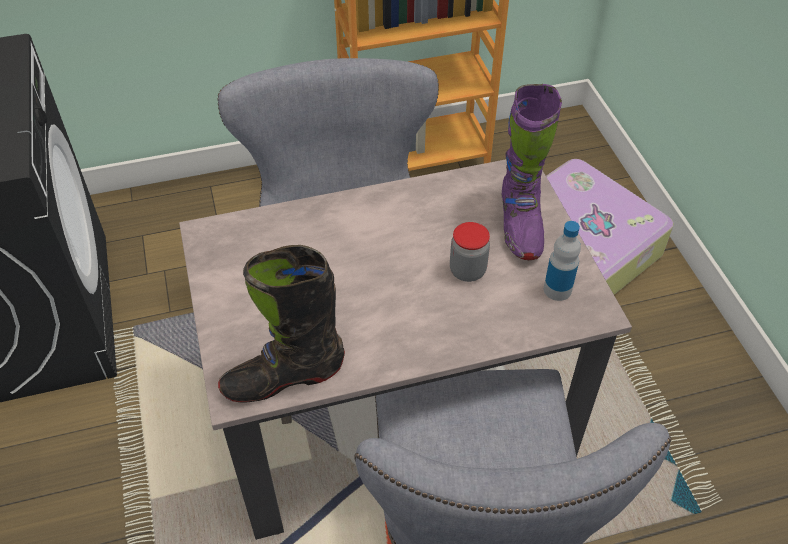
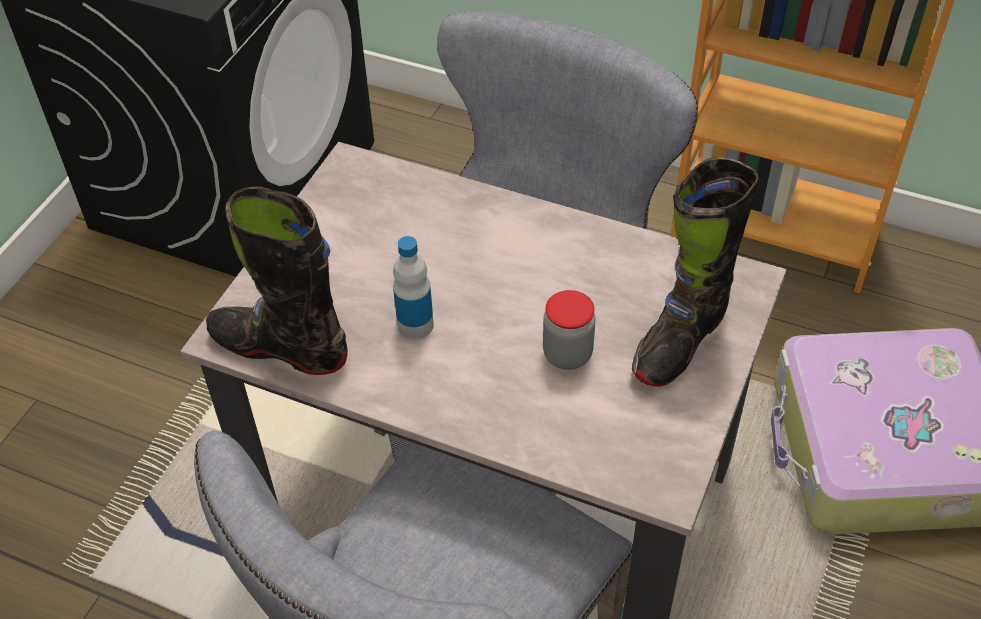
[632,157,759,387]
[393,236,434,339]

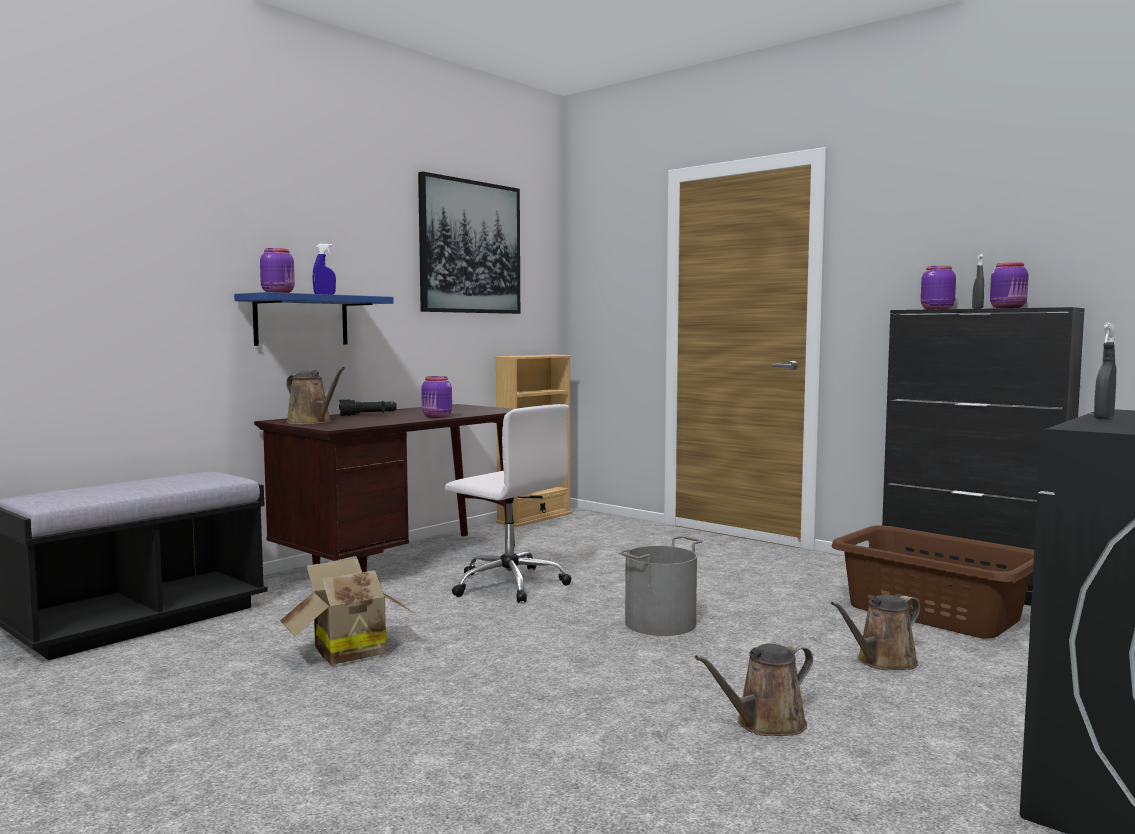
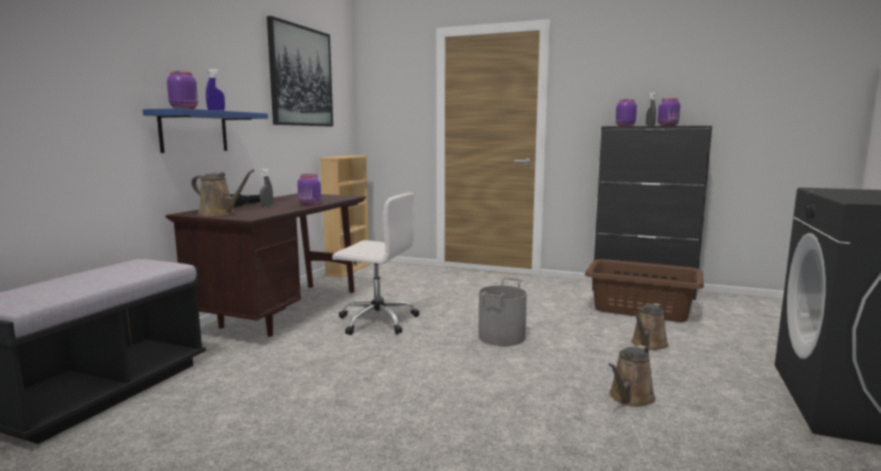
[280,558,415,665] (first image)
[260,168,273,207]

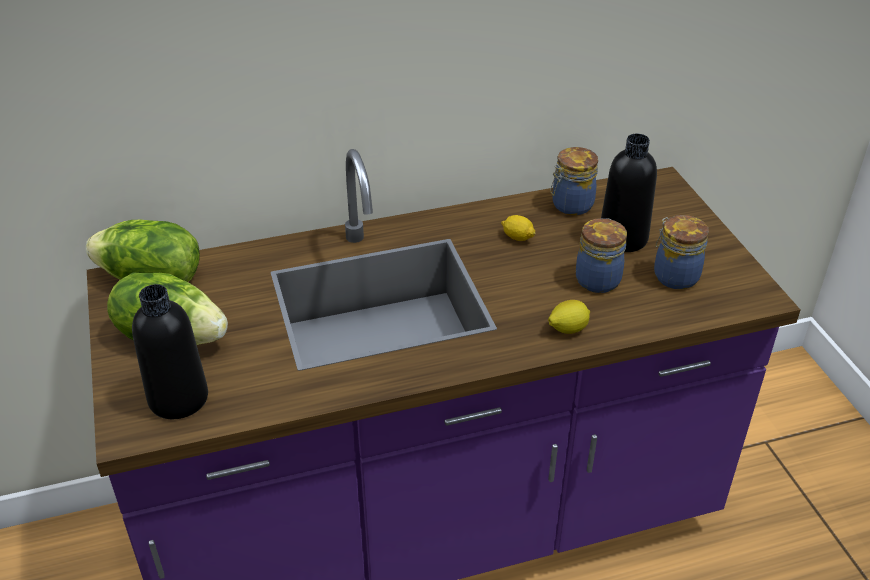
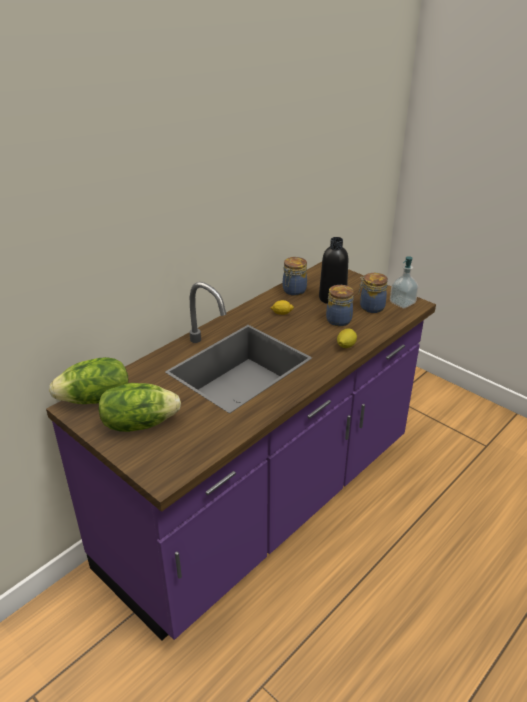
[132,284,208,419] (first image)
[390,256,419,308]

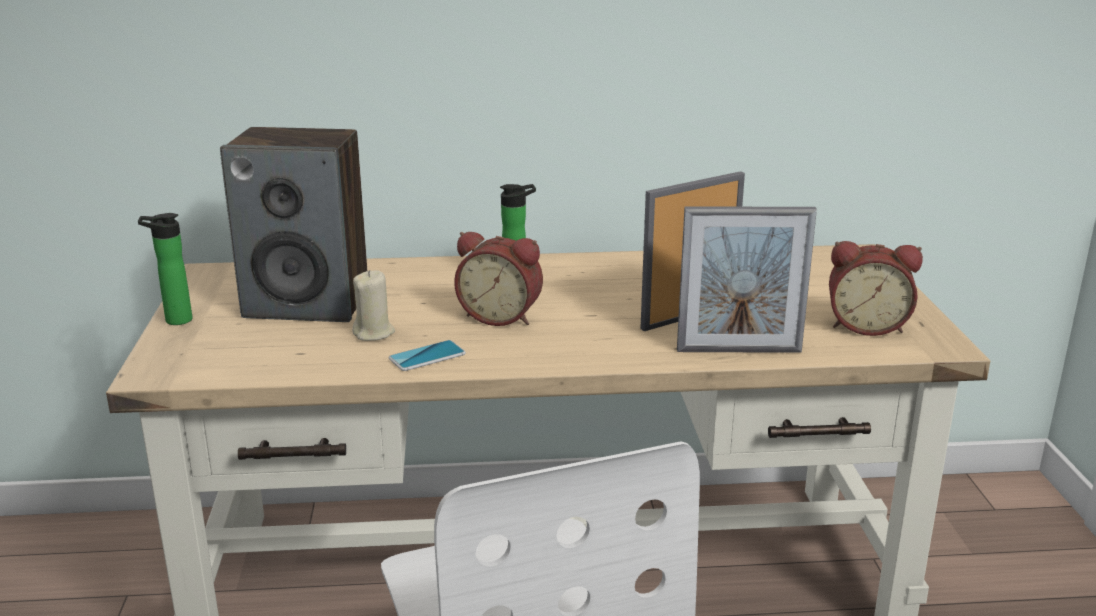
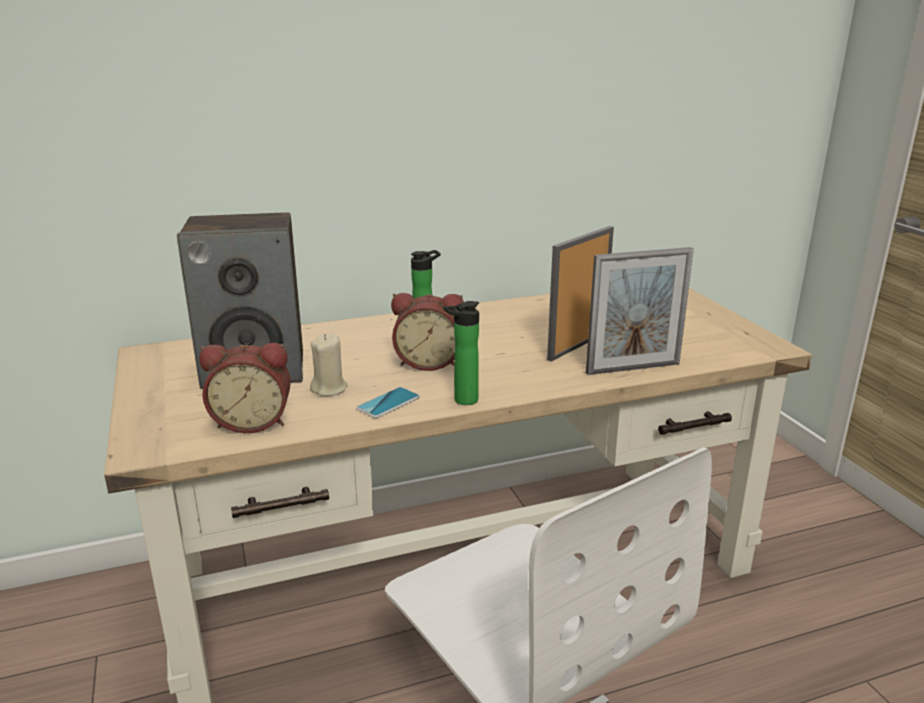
[444,301,479,405]
[199,343,291,433]

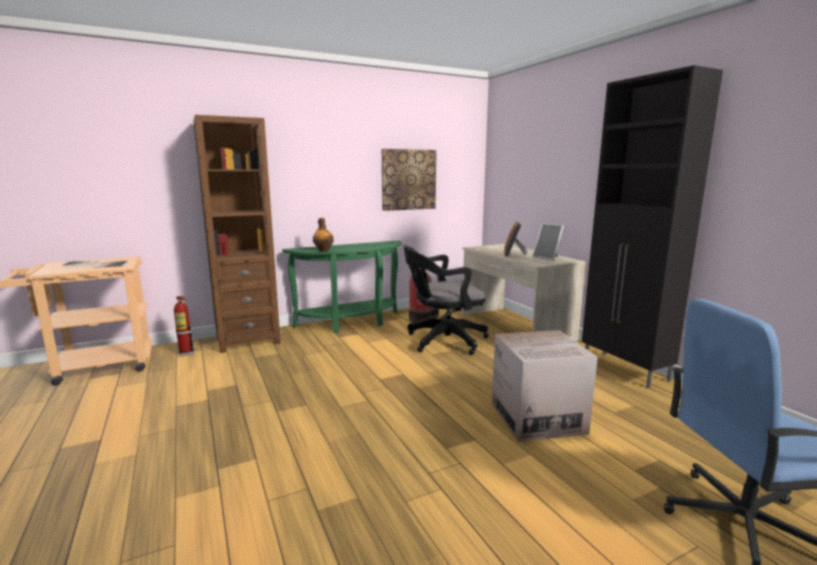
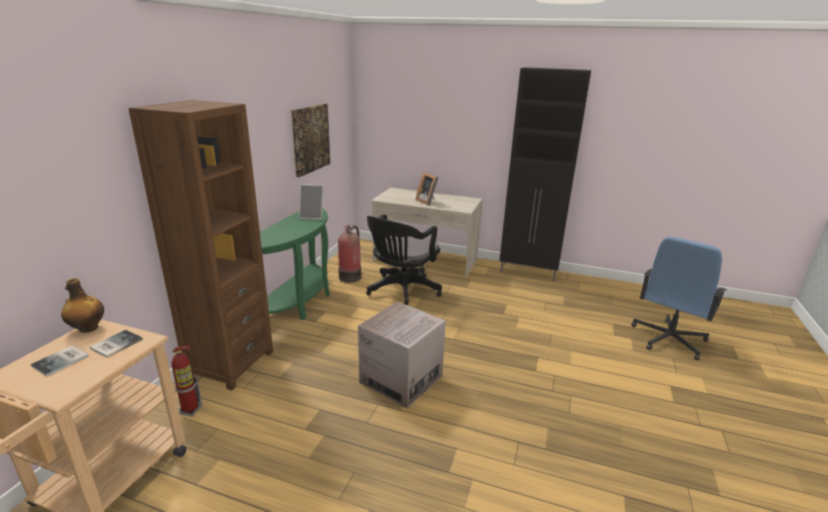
[61,278,104,333]
[358,302,446,408]
[299,184,324,220]

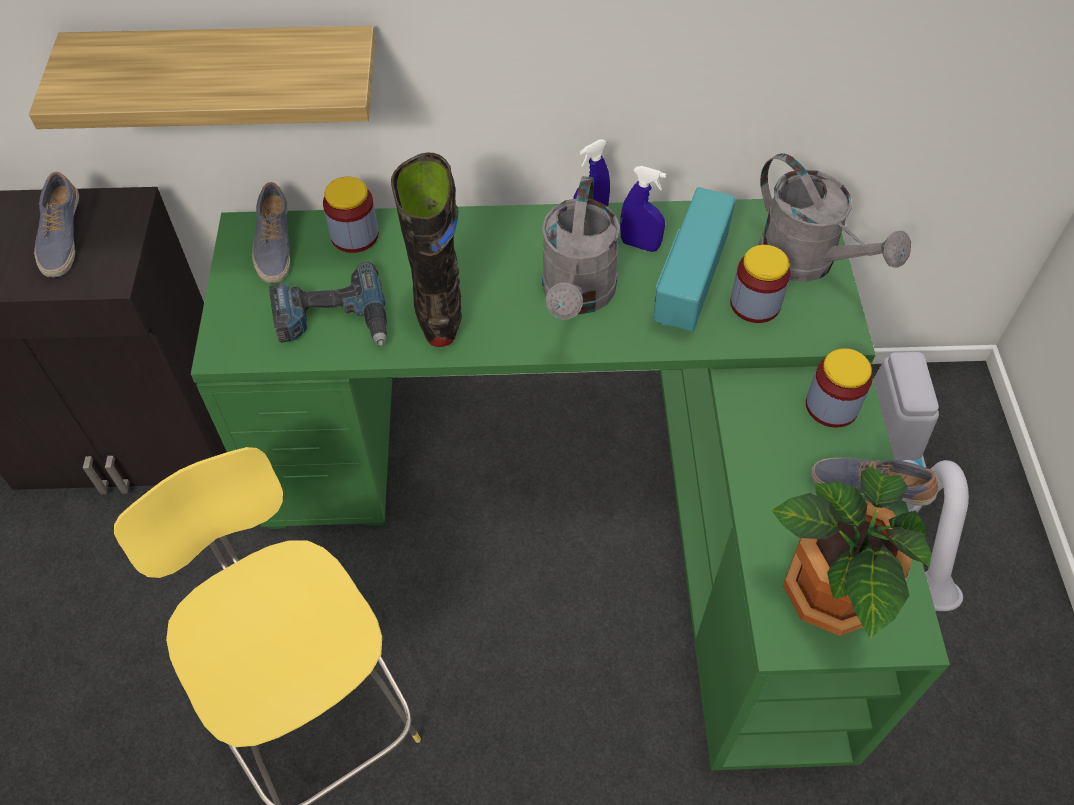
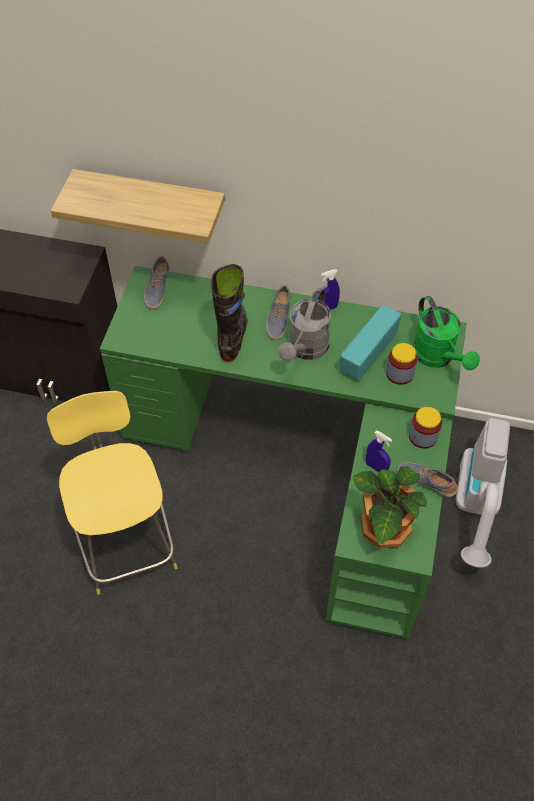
[266,285,291,341]
[269,262,387,346] (first image)
[323,177,379,253] (first image)
[366,431,392,472]
[413,296,480,371]

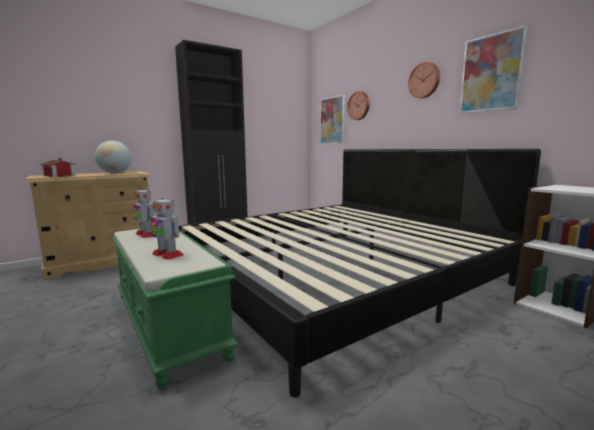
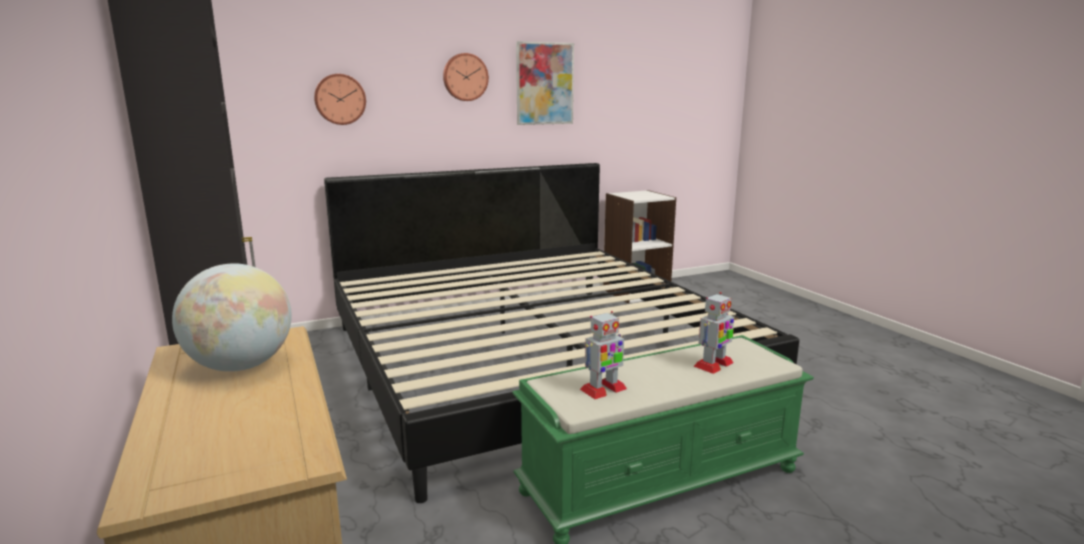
[40,158,76,177] (first image)
[320,95,345,144] (first image)

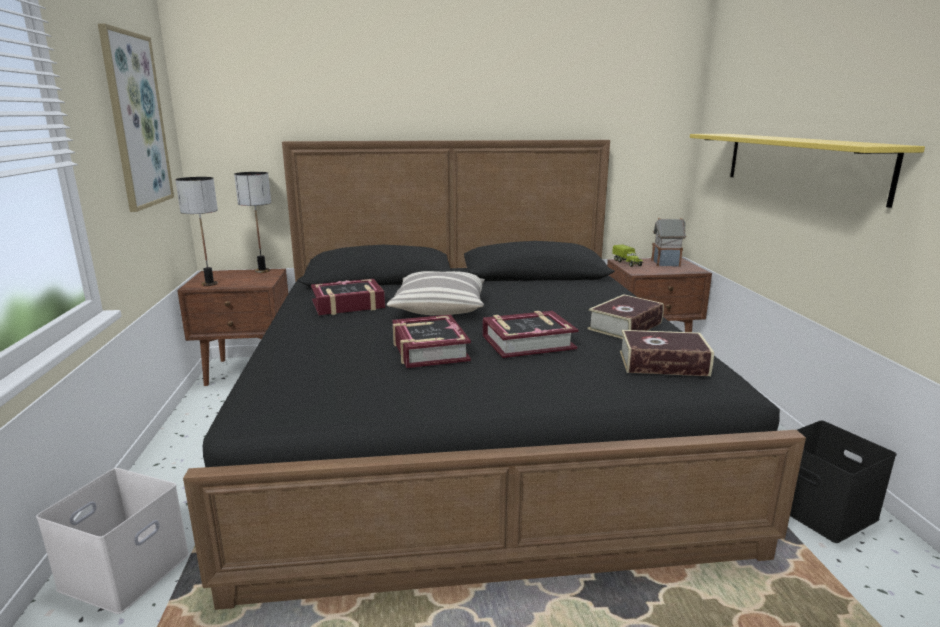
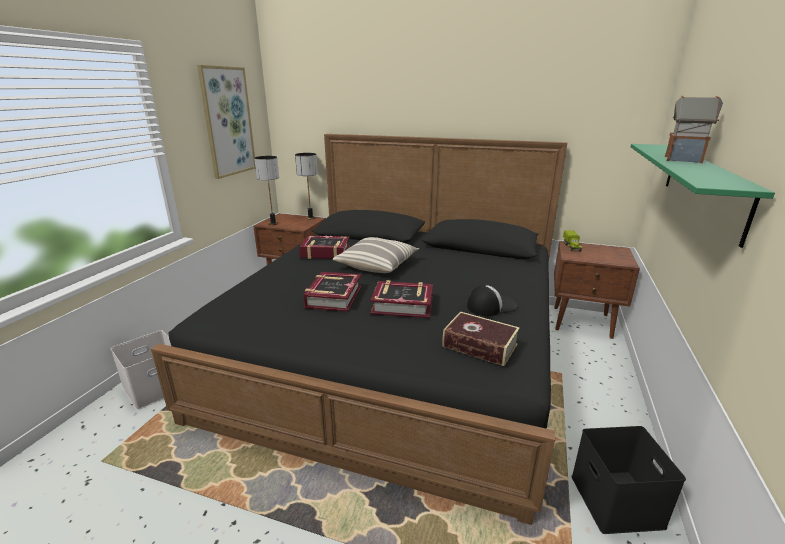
[467,285,517,316]
[665,96,723,163]
[631,144,775,248]

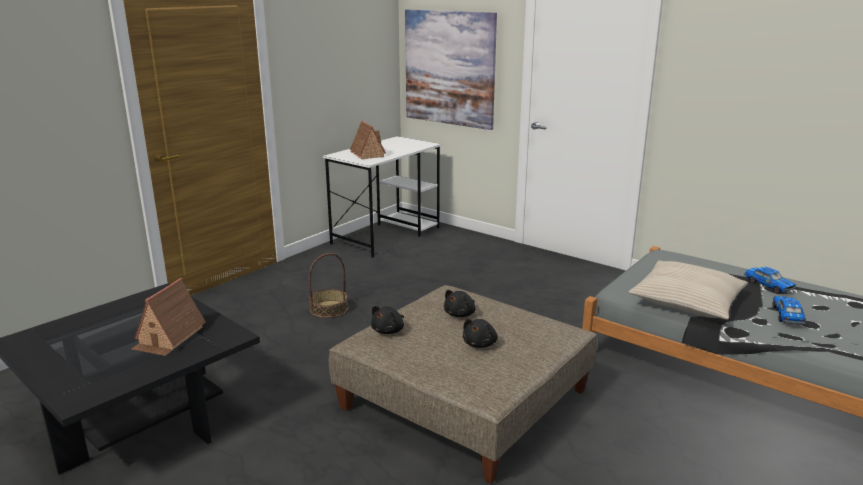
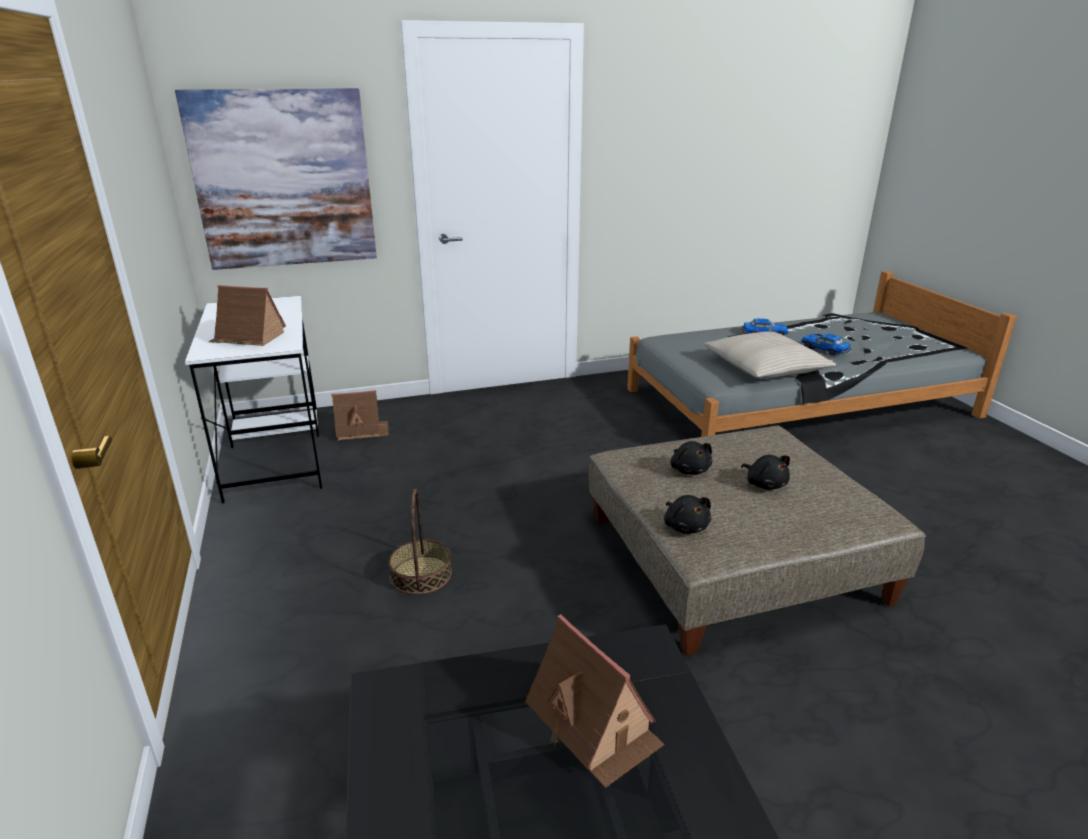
[331,390,389,441]

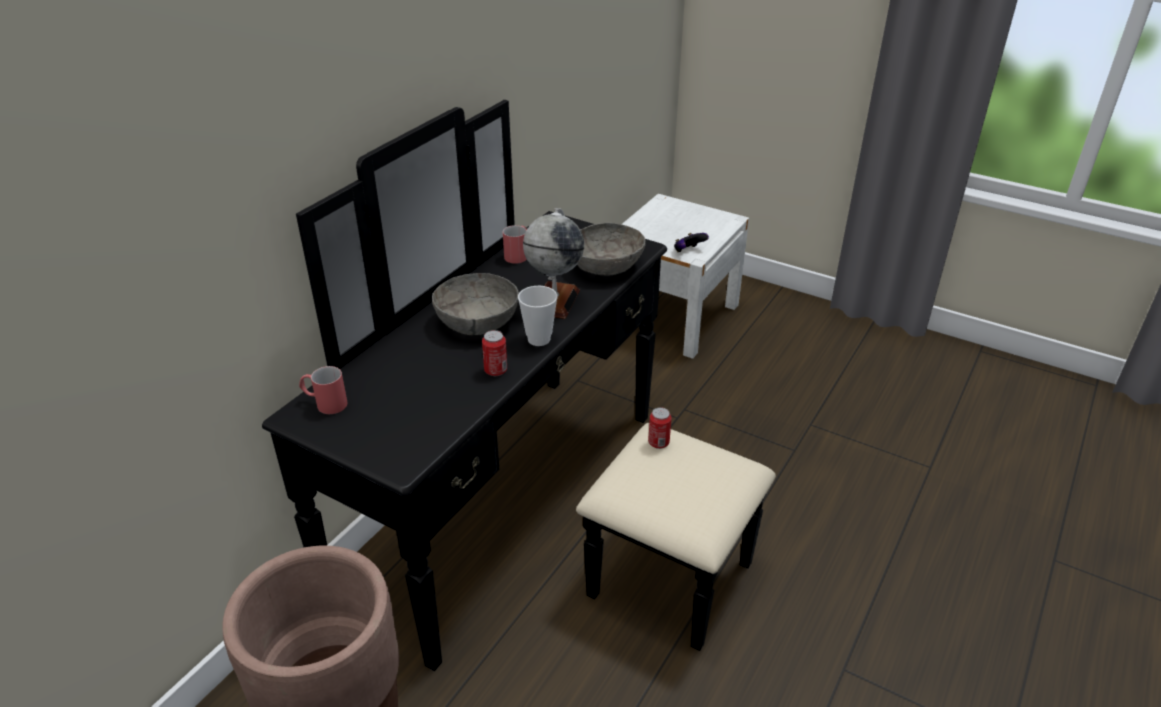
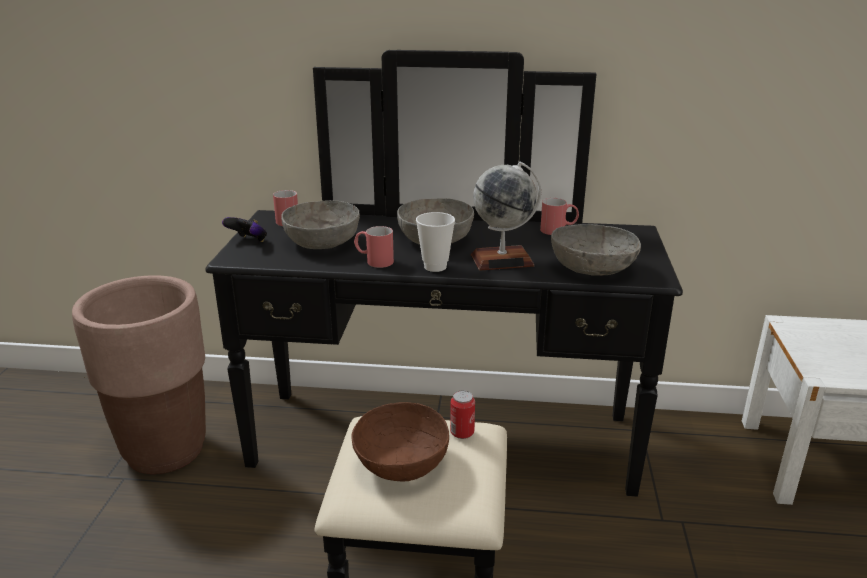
[354,226,394,268]
[222,217,267,242]
[281,200,360,249]
[352,402,449,481]

